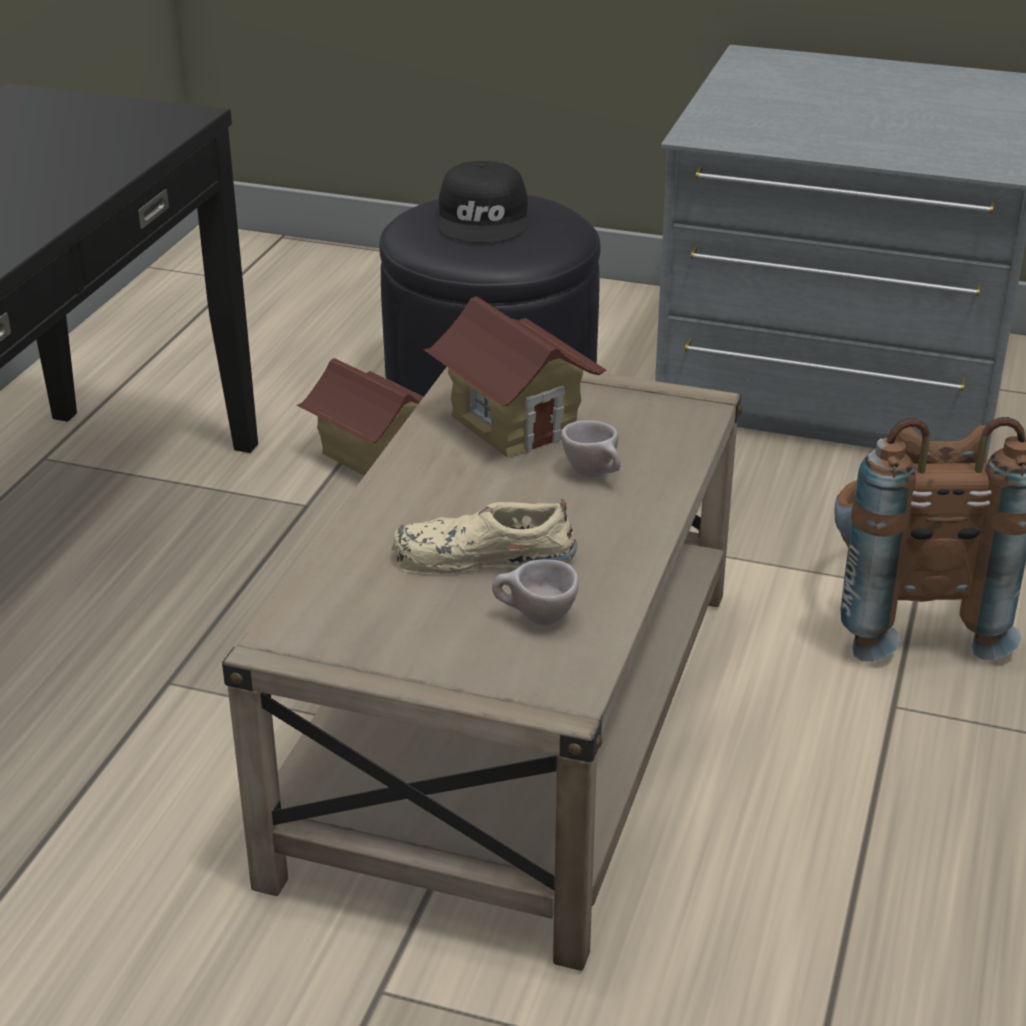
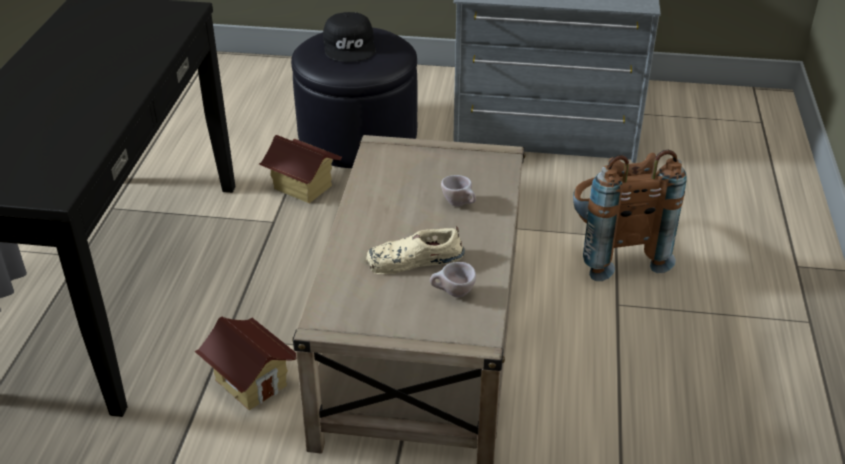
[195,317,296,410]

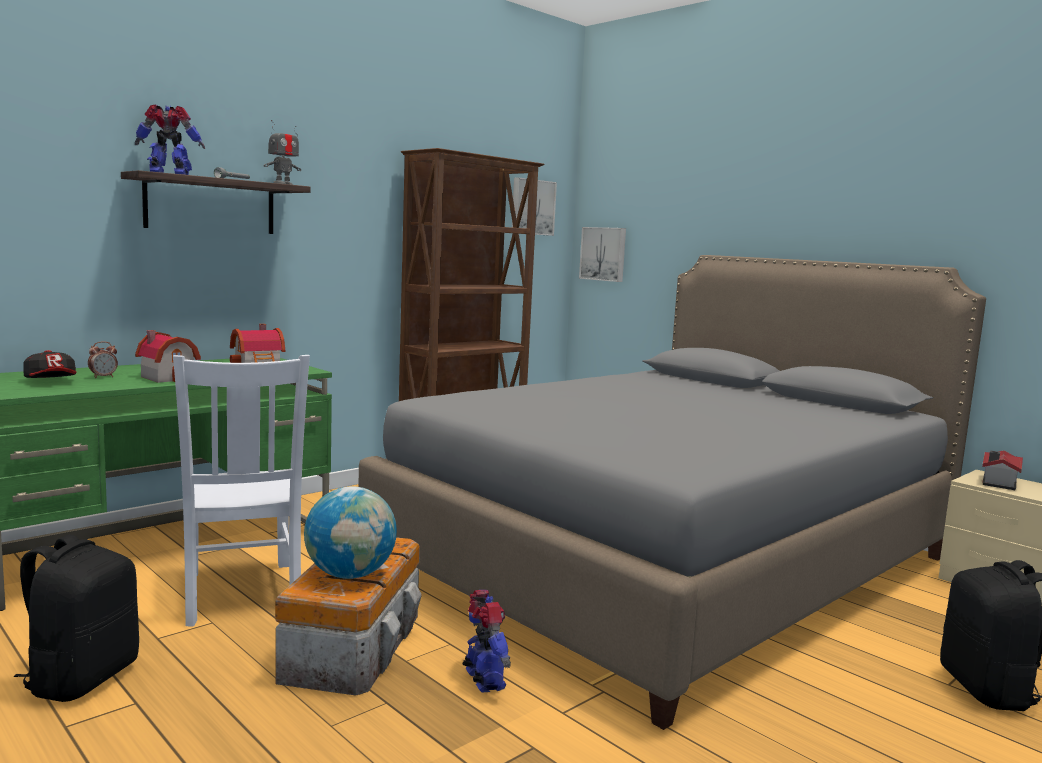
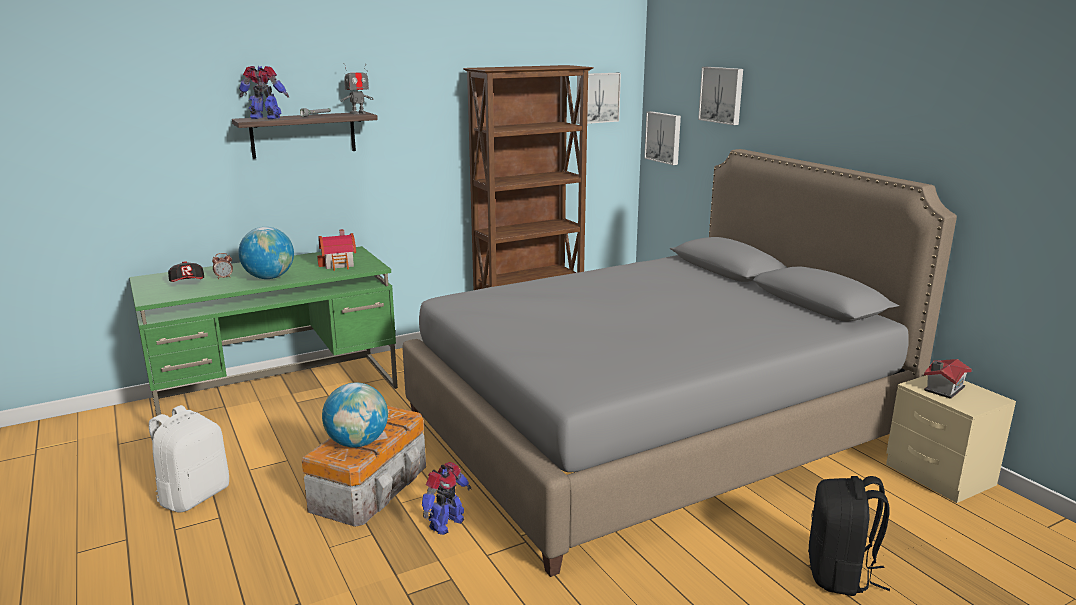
[149,405,229,512]
[238,227,294,279]
[173,355,310,626] (first image)
[422,462,472,535]
[698,67,743,125]

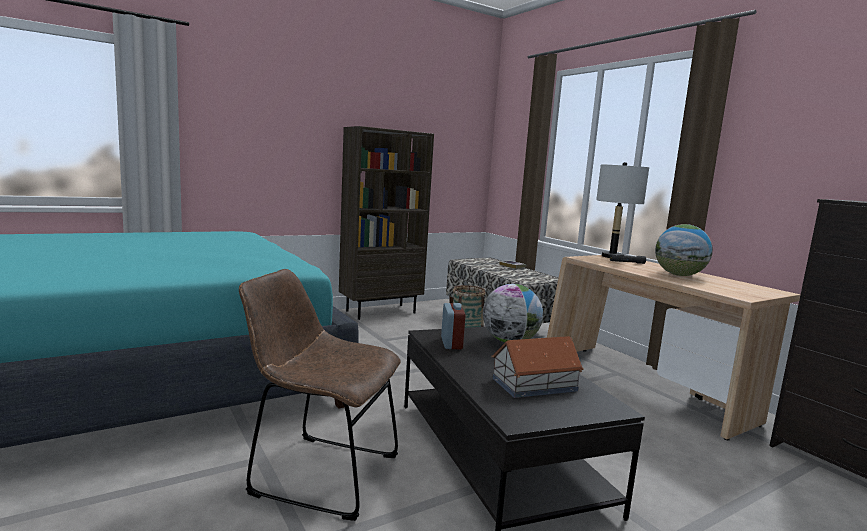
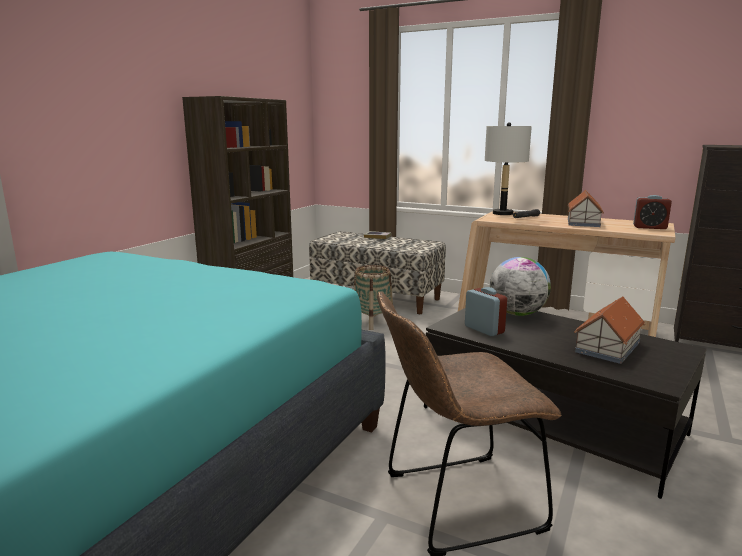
[567,190,604,227]
[633,195,672,229]

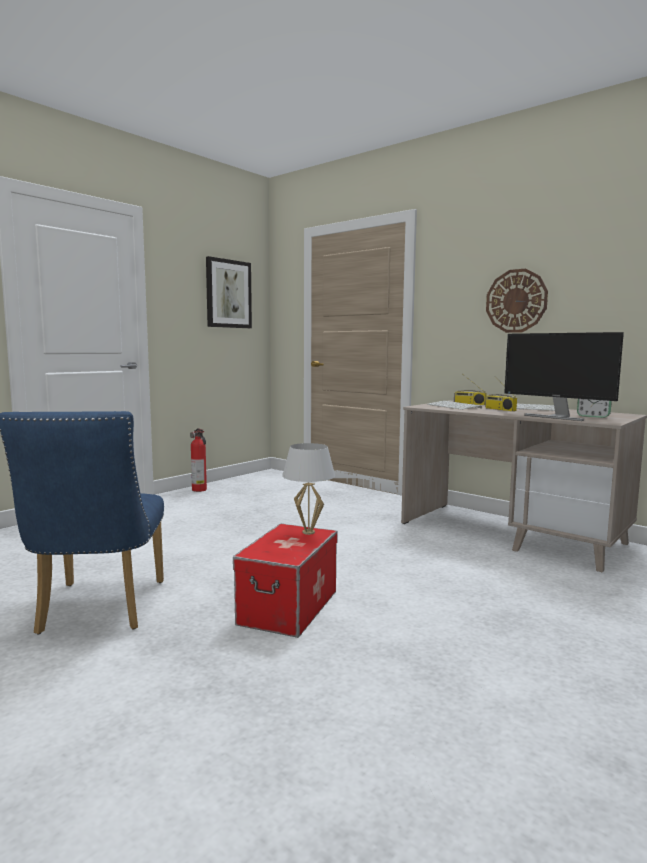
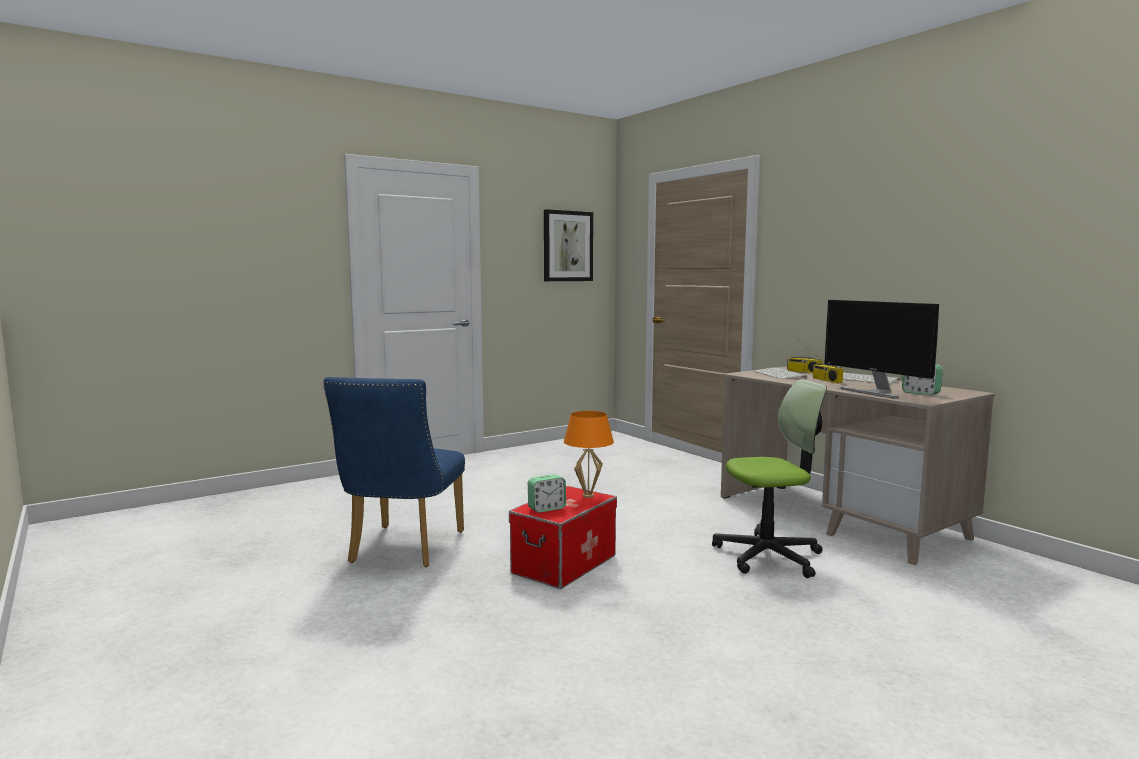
[190,428,207,492] (first image)
[564,411,614,498]
[486,269,548,333] (first image)
[528,474,566,513]
[712,379,827,578]

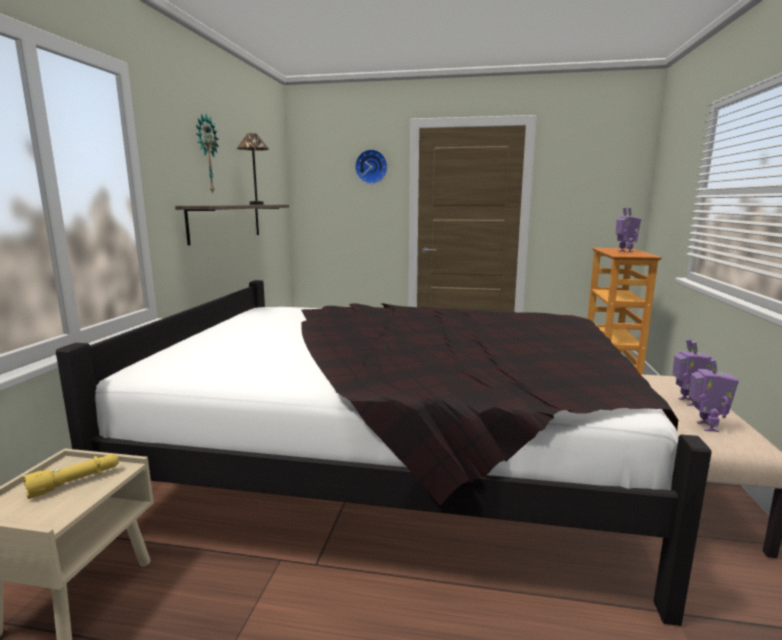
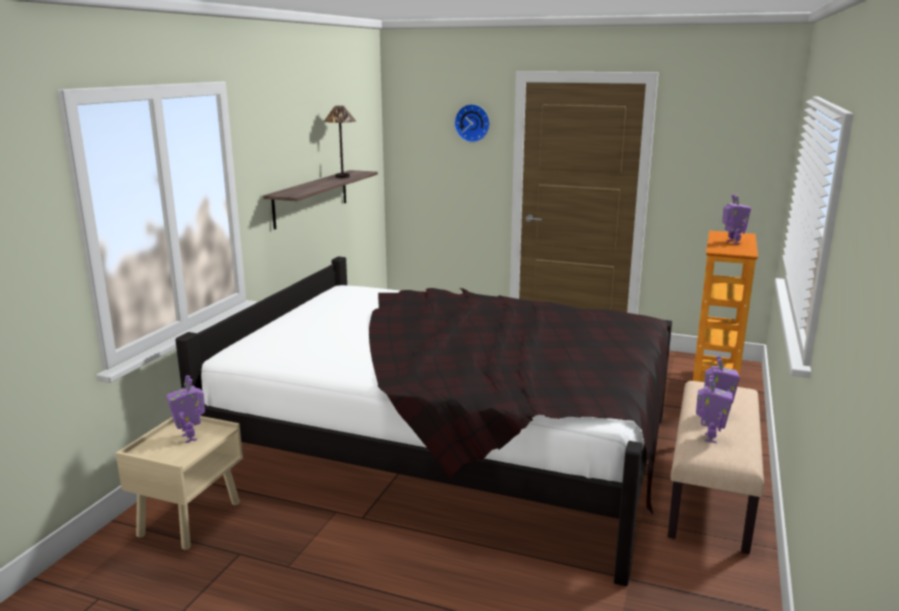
[167,375,205,443]
[196,114,219,194] (first image)

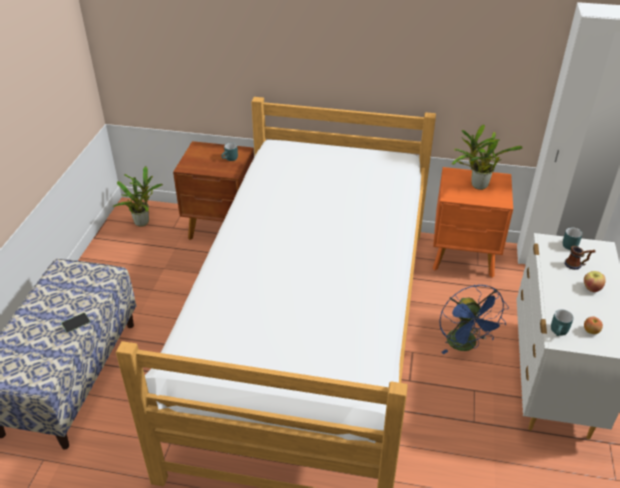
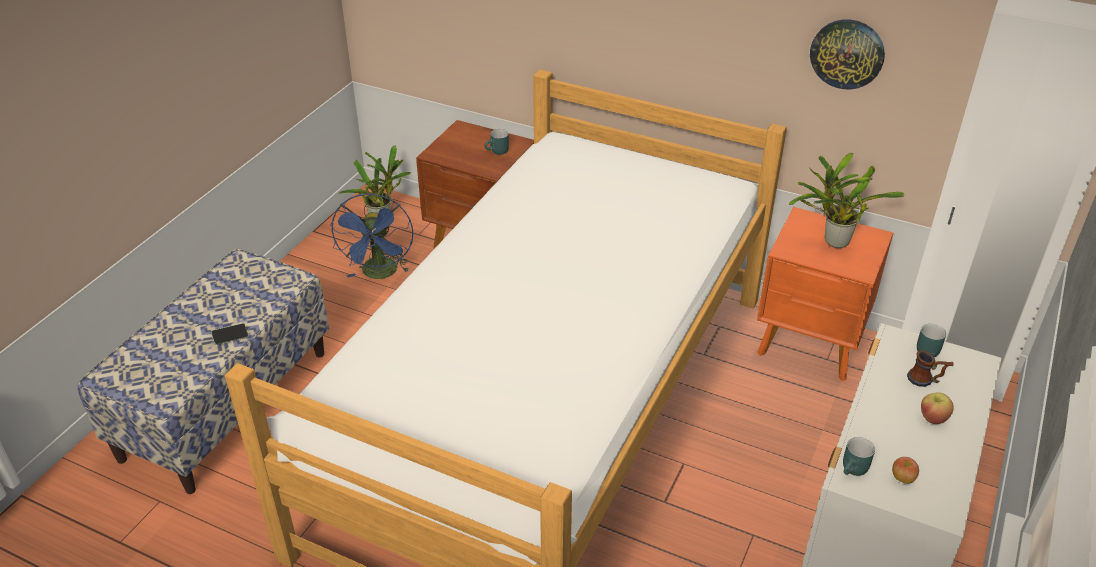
[330,193,413,279]
[810,19,885,89]

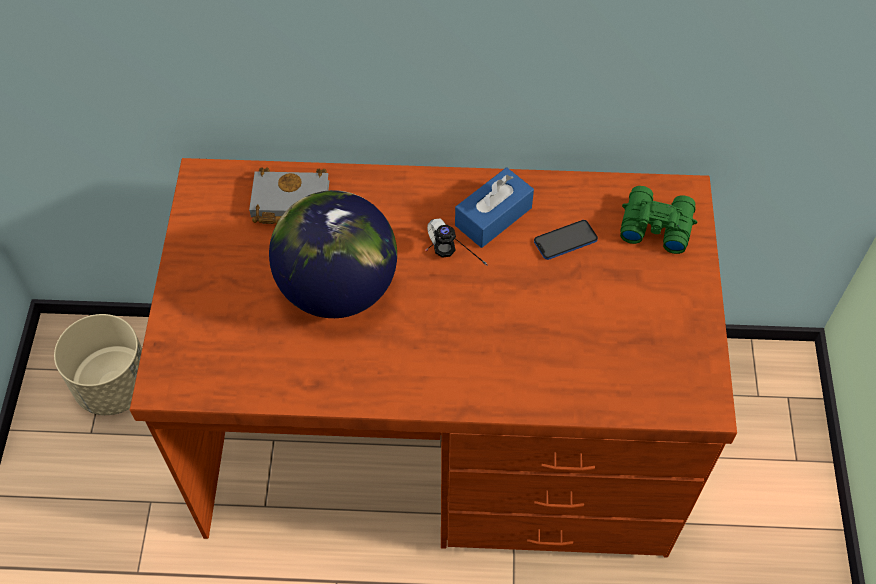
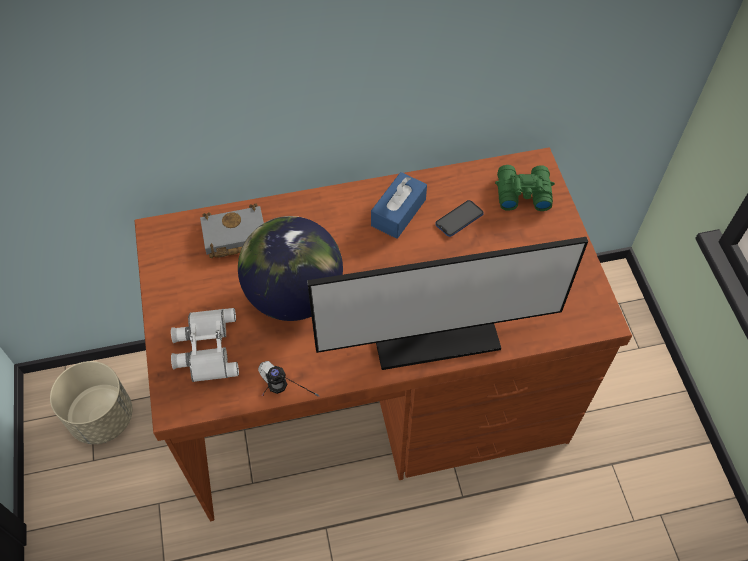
[258,361,319,396]
[171,308,239,382]
[307,237,588,370]

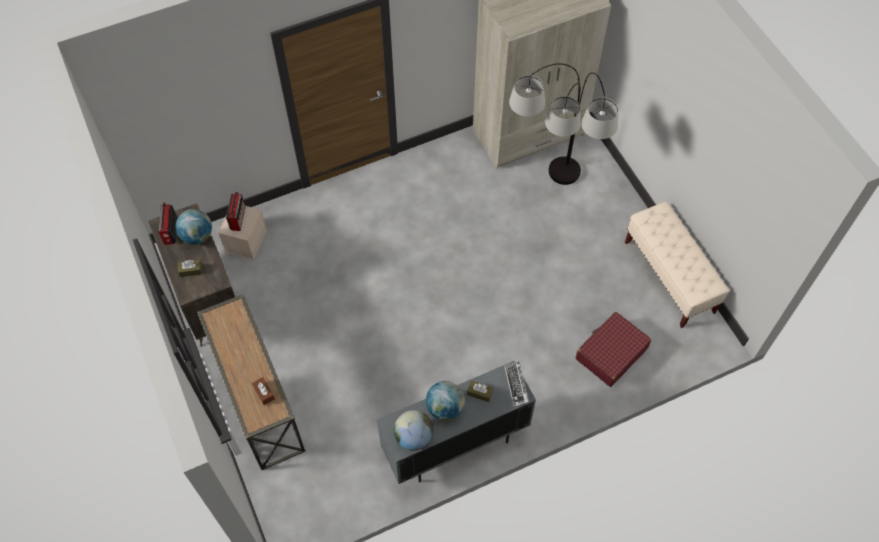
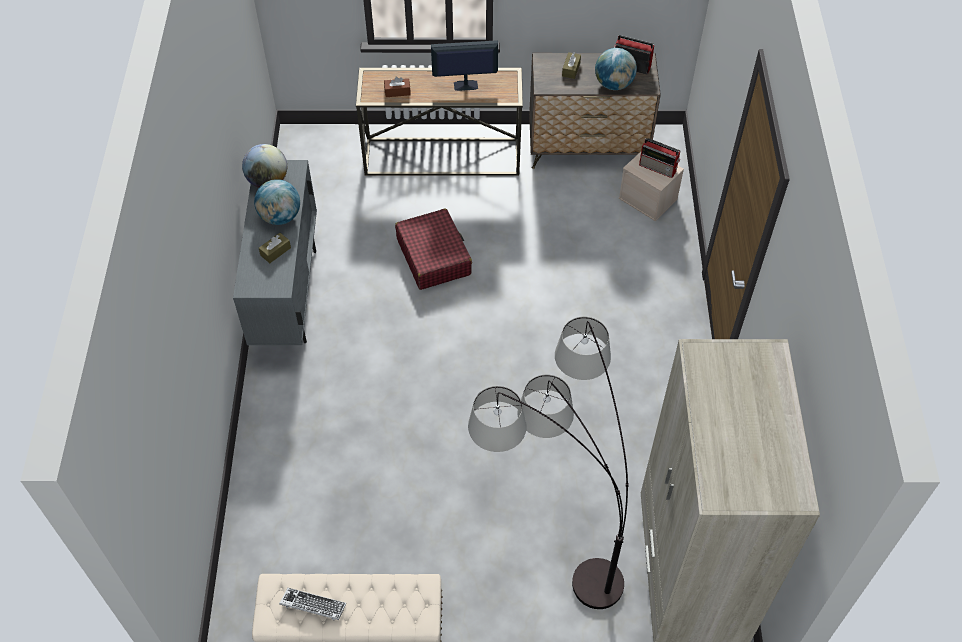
[279,588,346,620]
[395,208,472,290]
[431,40,498,91]

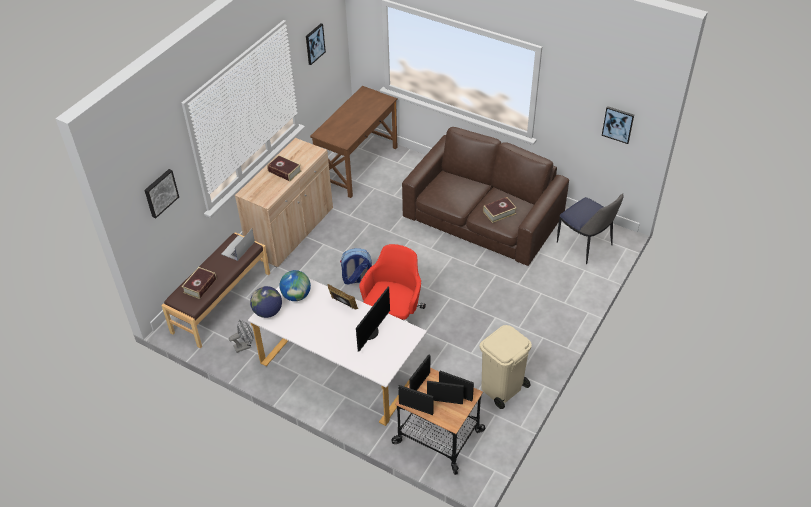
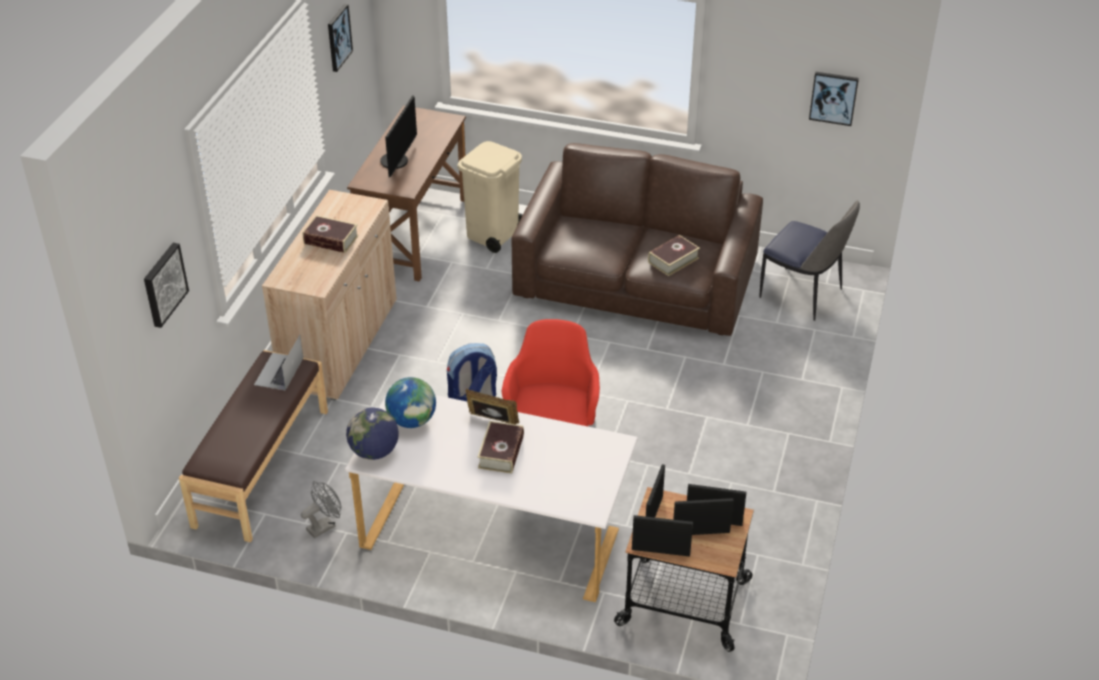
[477,421,524,473]
[380,95,417,177]
[458,141,523,253]

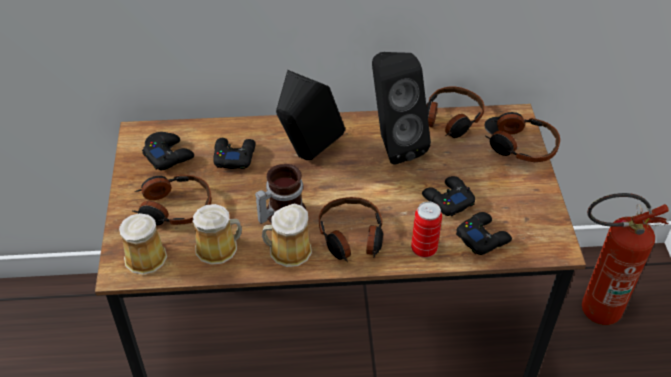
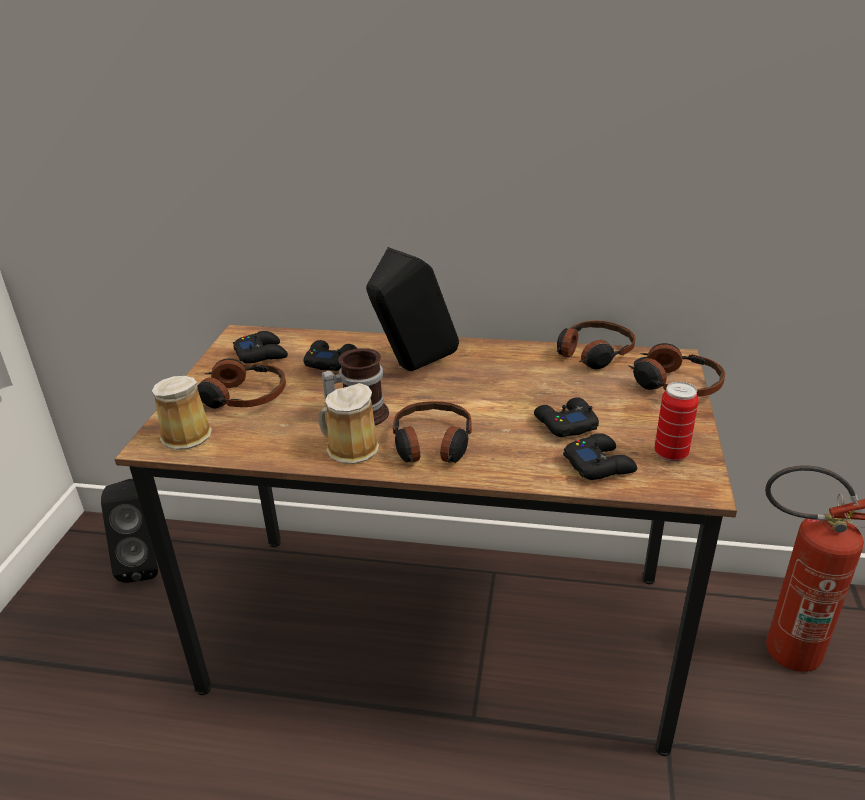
[193,204,242,265] (first image)
[101,479,158,583]
[655,382,699,462]

